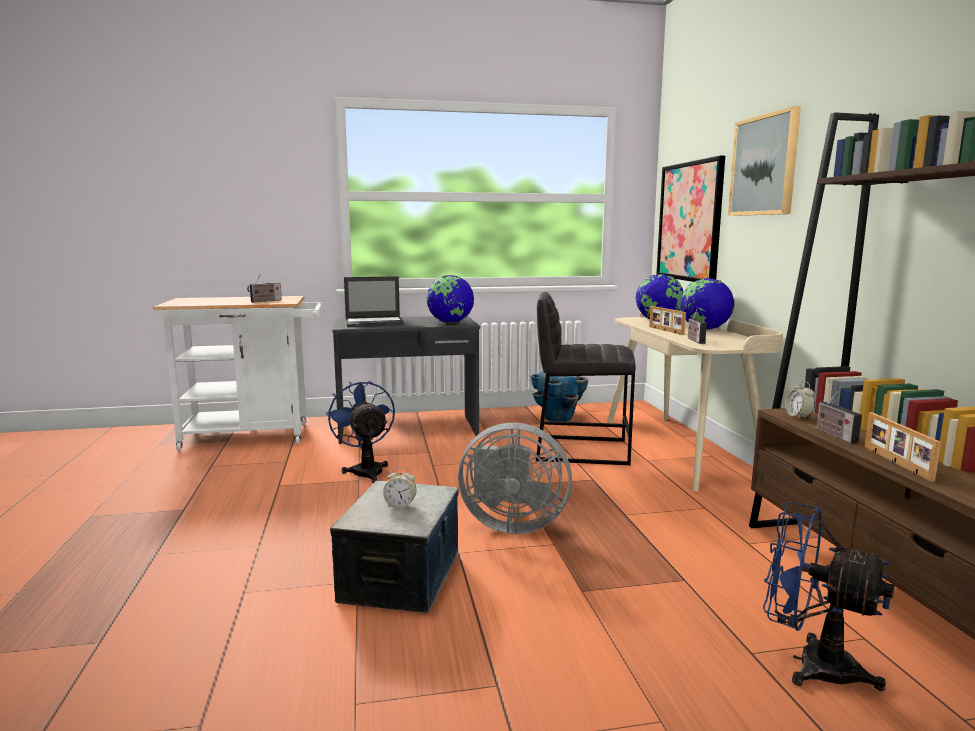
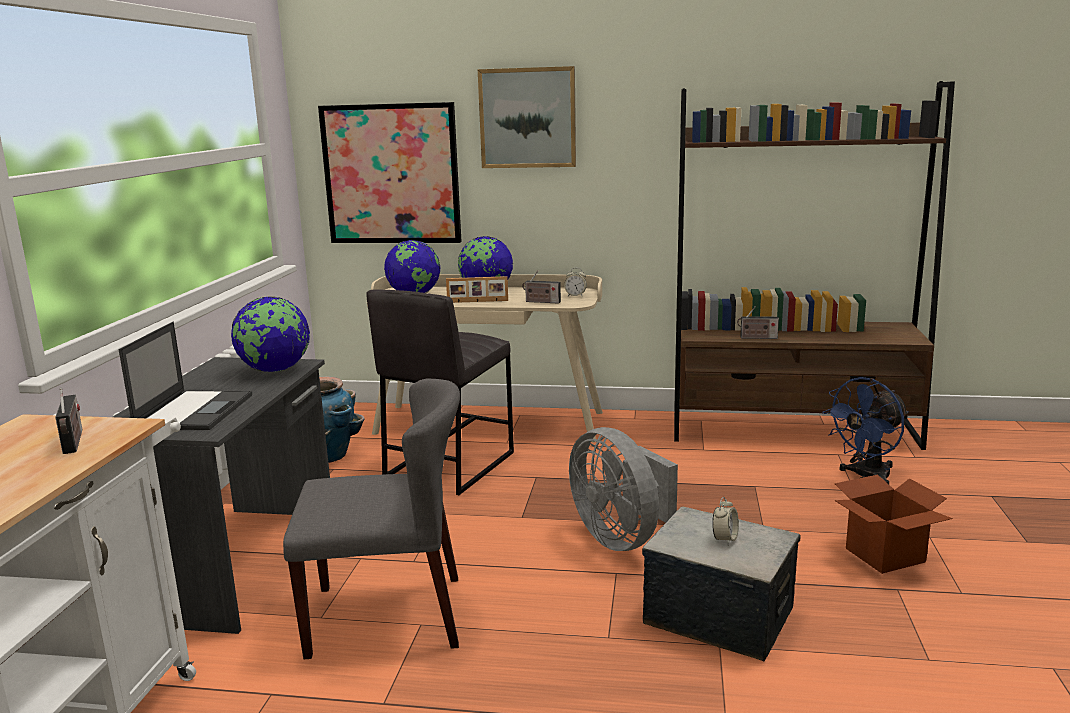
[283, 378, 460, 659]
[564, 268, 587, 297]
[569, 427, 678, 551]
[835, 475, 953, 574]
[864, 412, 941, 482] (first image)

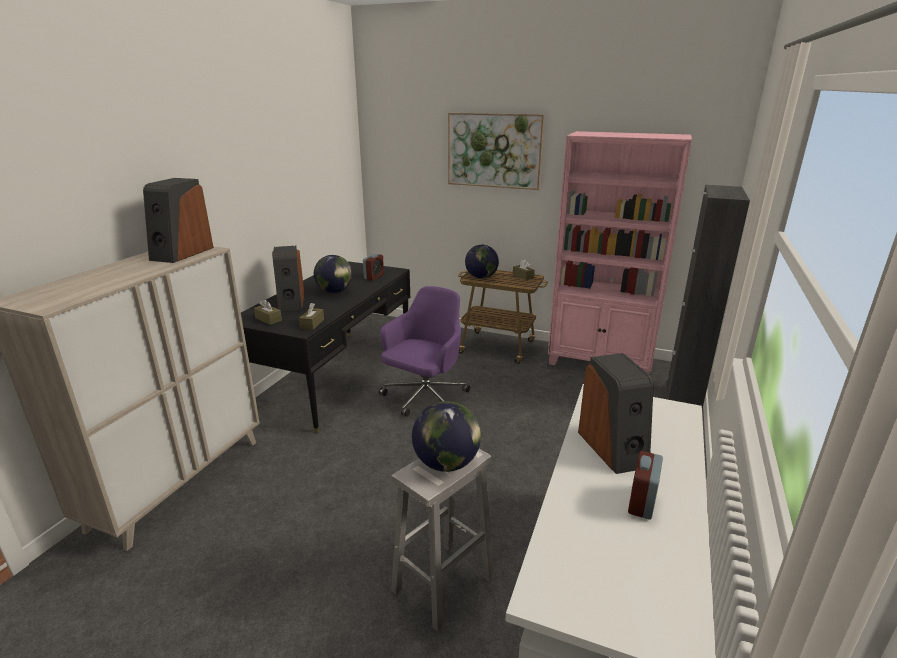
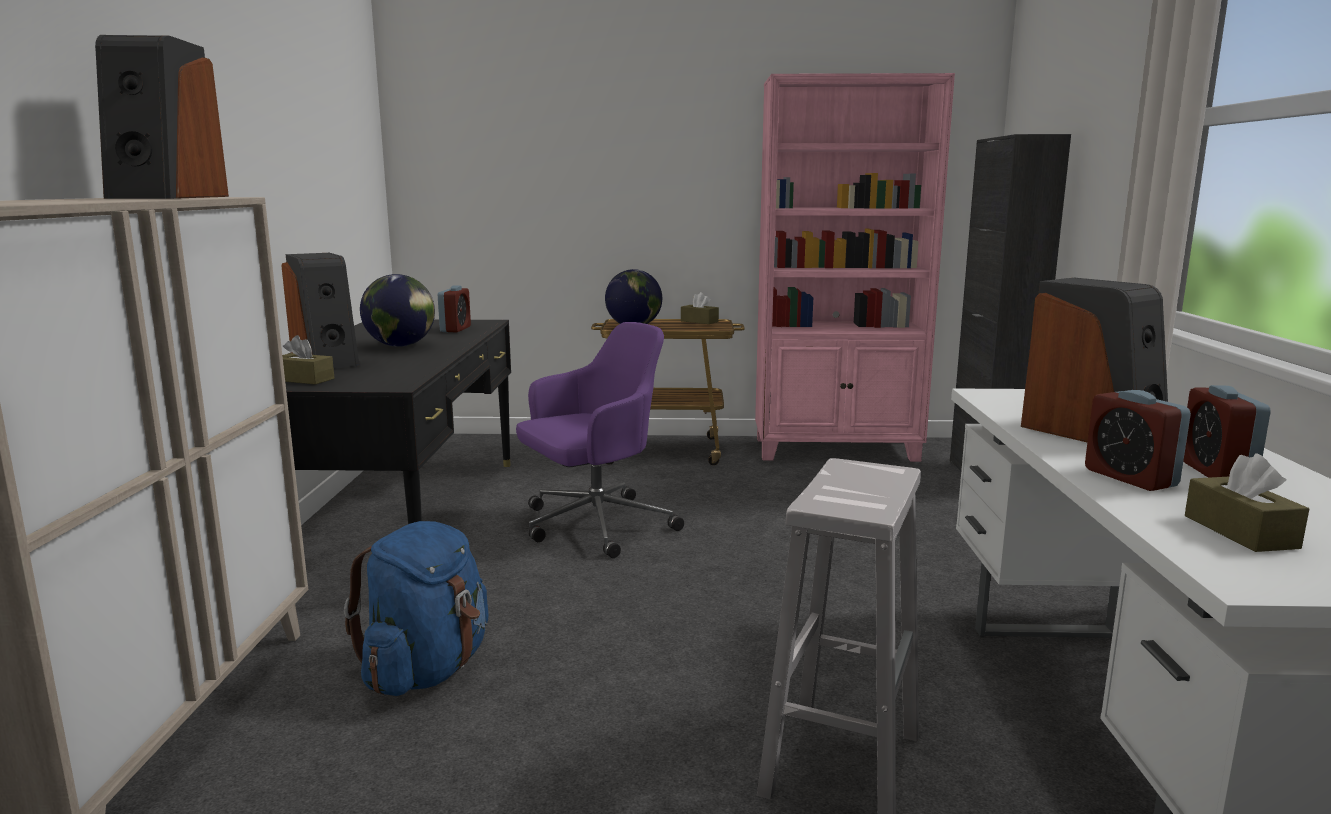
[344, 521, 489, 696]
[516, 322, 684, 558]
[1085, 390, 1191, 491]
[1185, 453, 1309, 552]
[412, 401, 481, 472] (first image)
[448, 113, 545, 190] (first image)

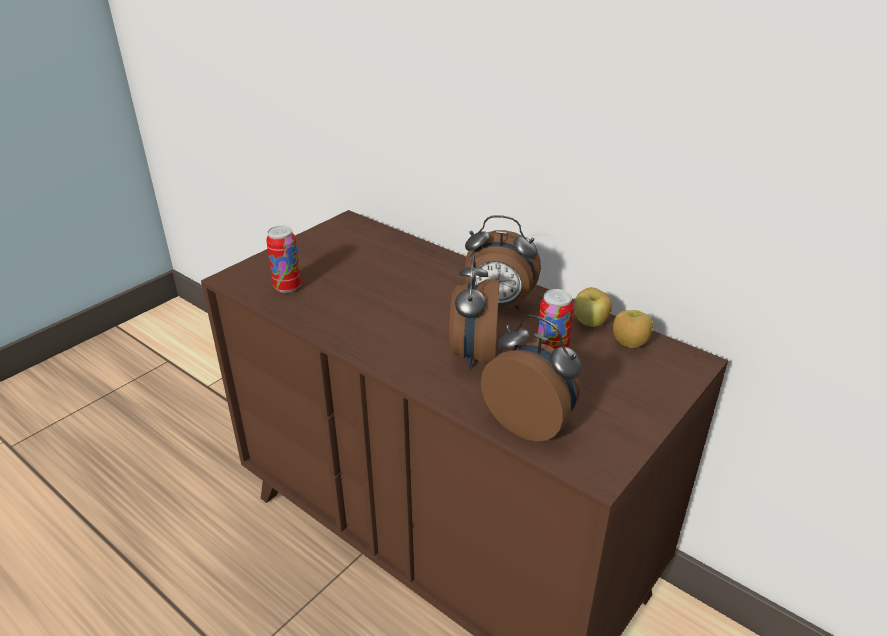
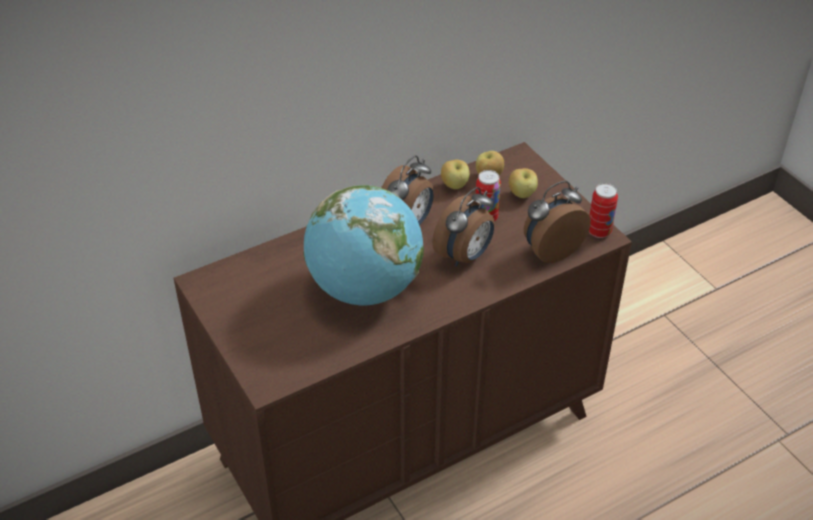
[303, 185, 424, 305]
[432, 187, 494, 267]
[509, 168, 538, 198]
[589, 183, 618, 238]

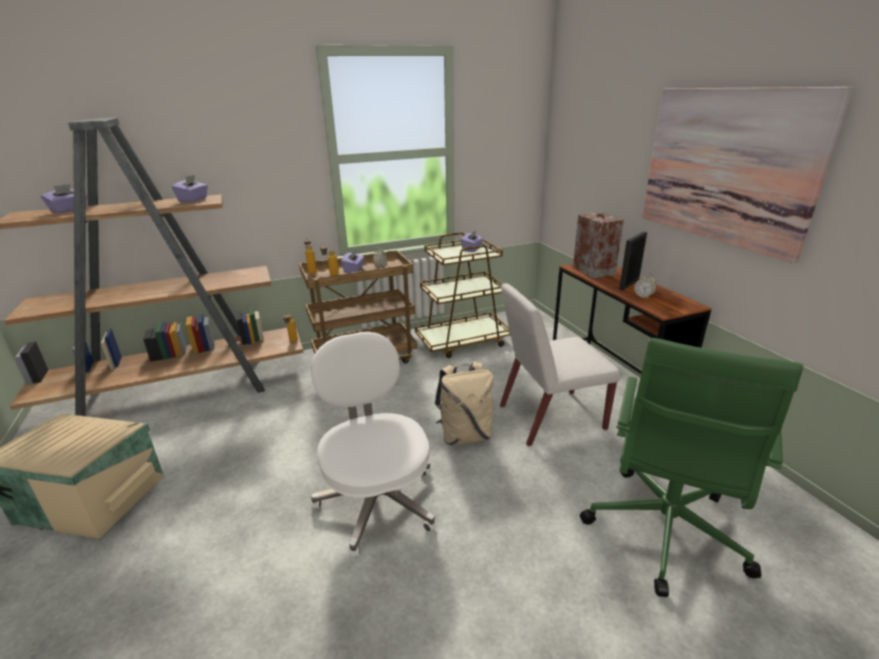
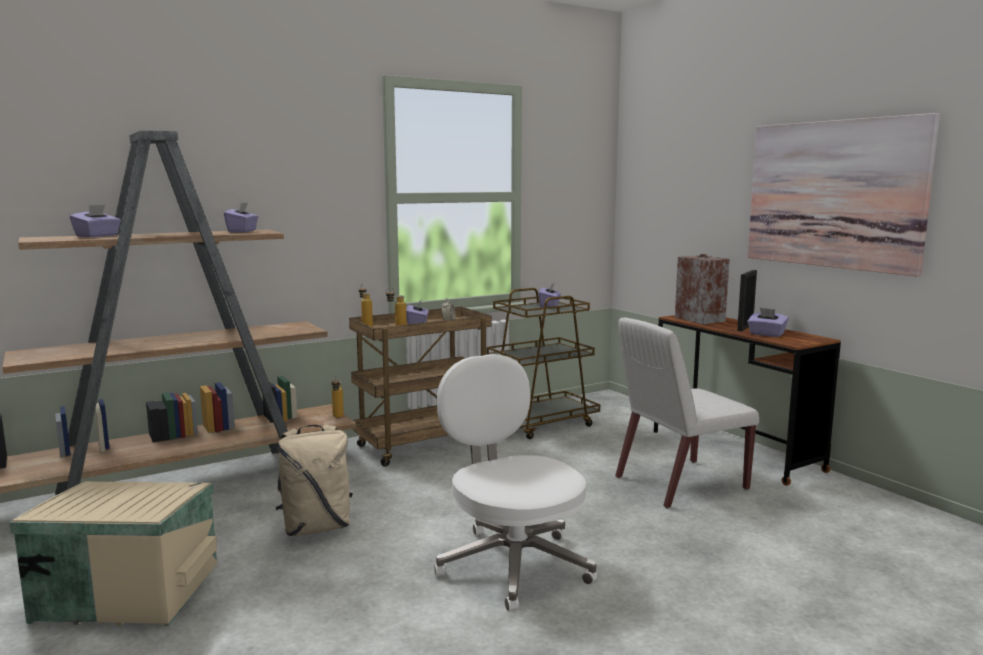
[276, 424, 353, 536]
[747, 308, 789, 337]
[580, 338, 803, 597] (first image)

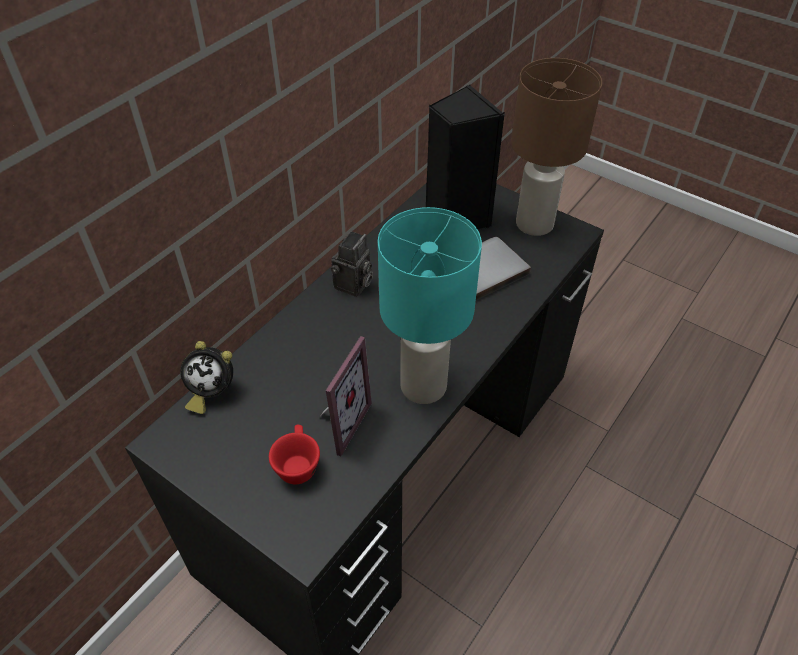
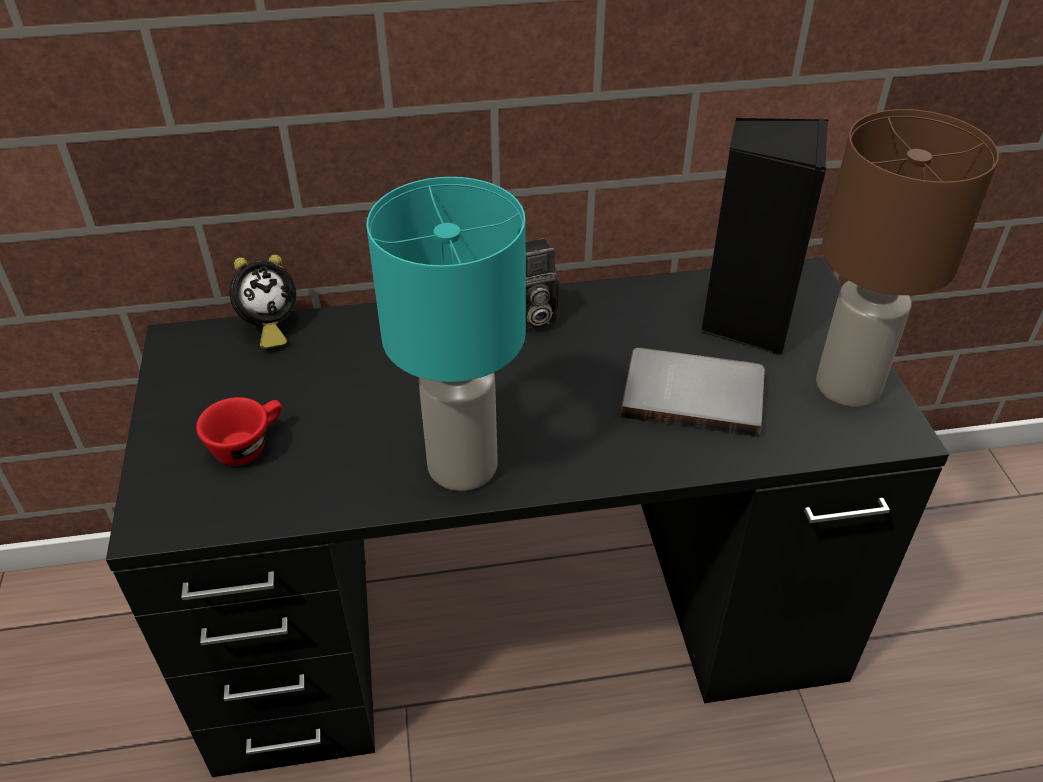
[230, 255, 296, 349]
[321, 336, 372, 456] (first image)

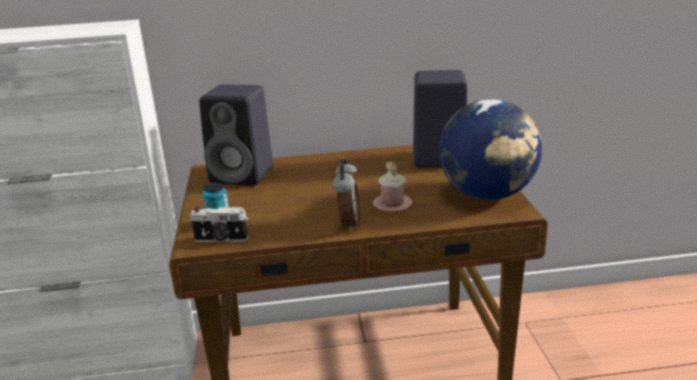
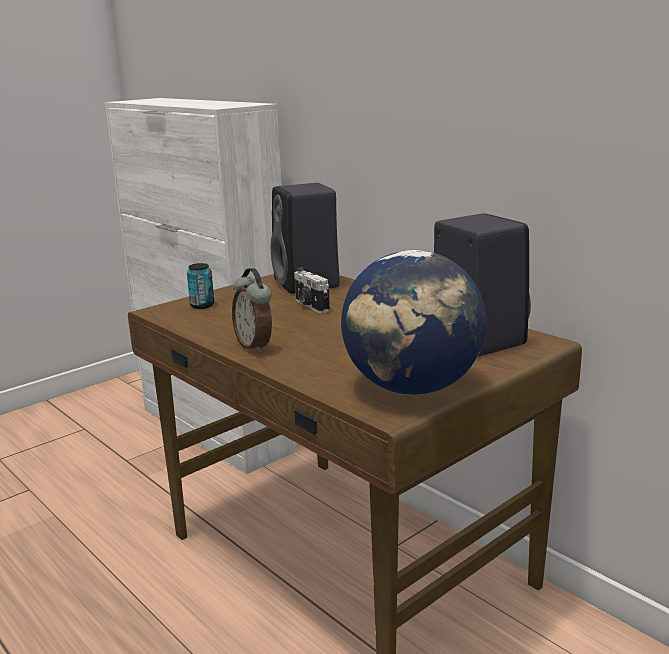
[232, 268, 272, 353]
[294, 268, 330, 314]
[373, 162, 412, 212] (first image)

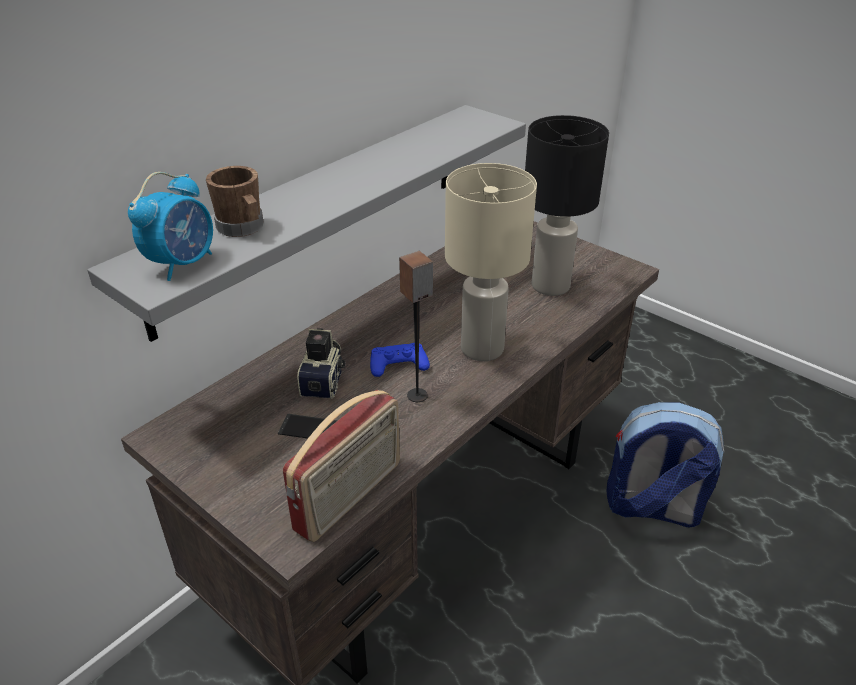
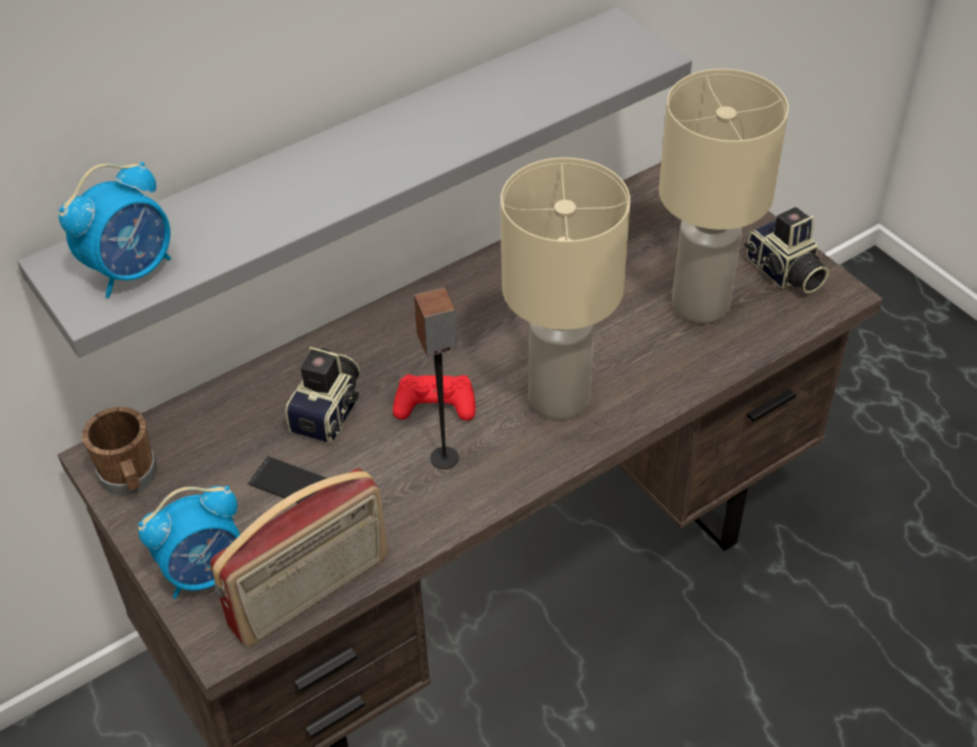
[82, 407, 158, 496]
[138, 486, 240, 599]
[393, 375, 476, 421]
[659, 69, 789, 323]
[744, 207, 829, 293]
[607, 402, 724, 527] (first image)

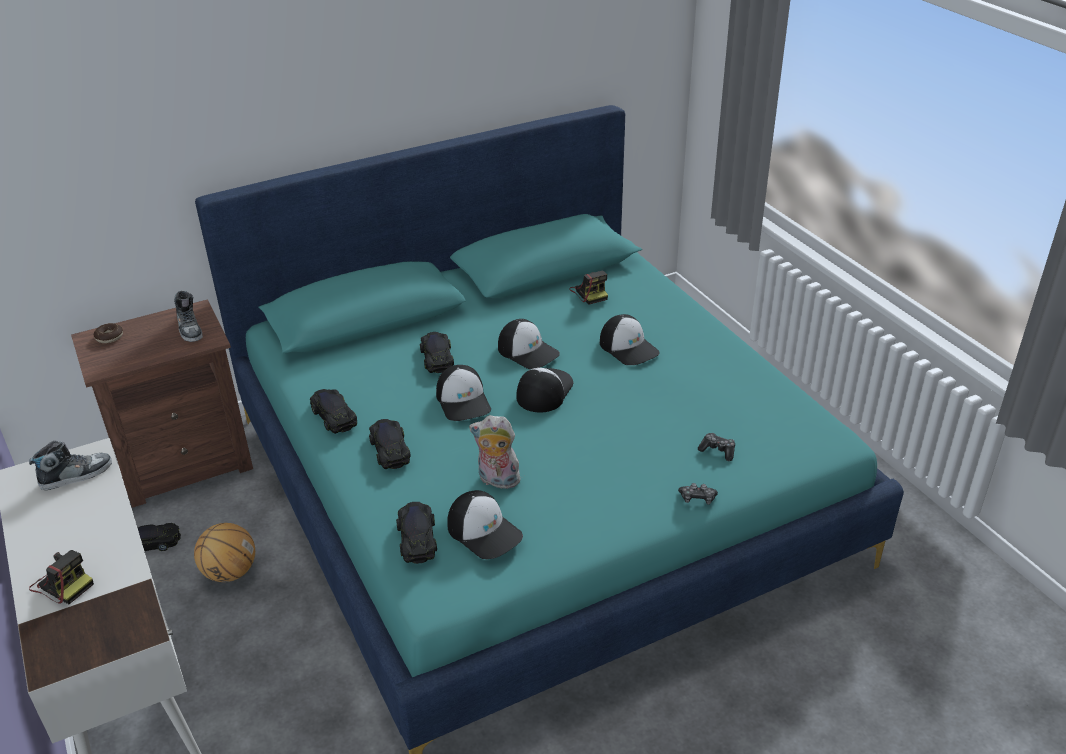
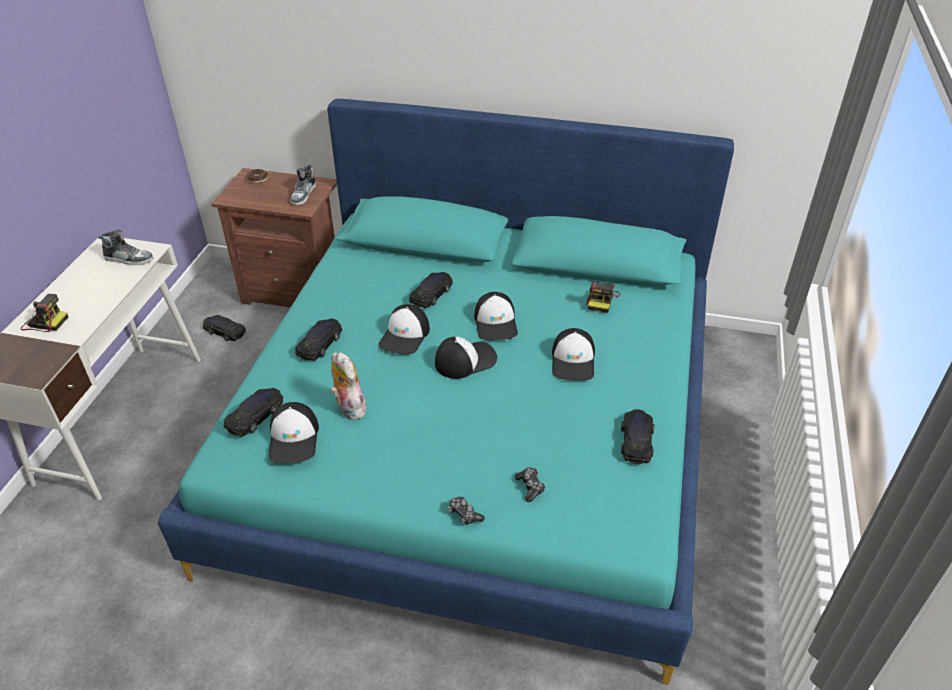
[21, 294, 68, 332]
[621, 409, 655, 464]
[194, 523, 255, 582] (first image)

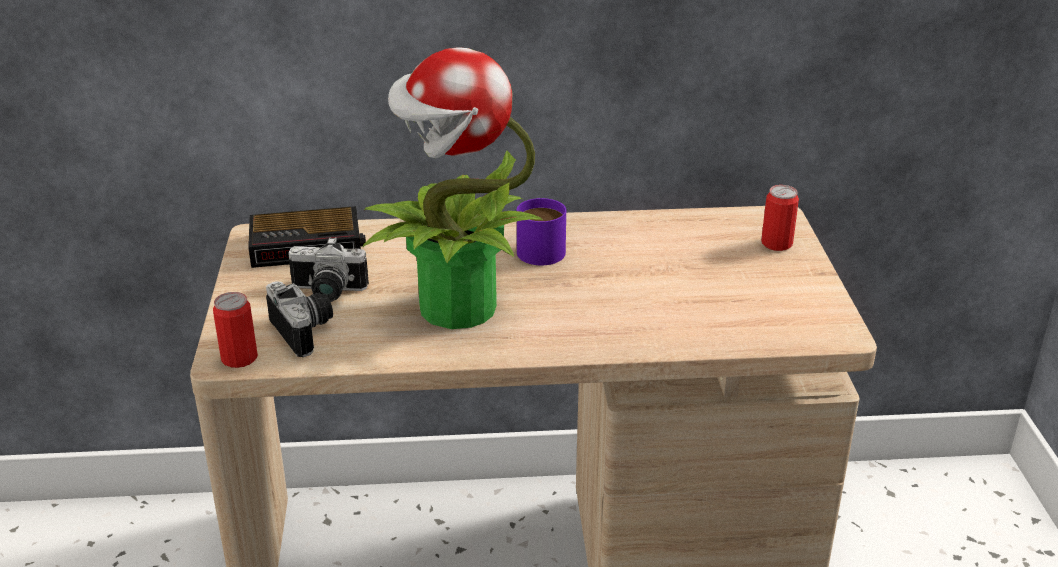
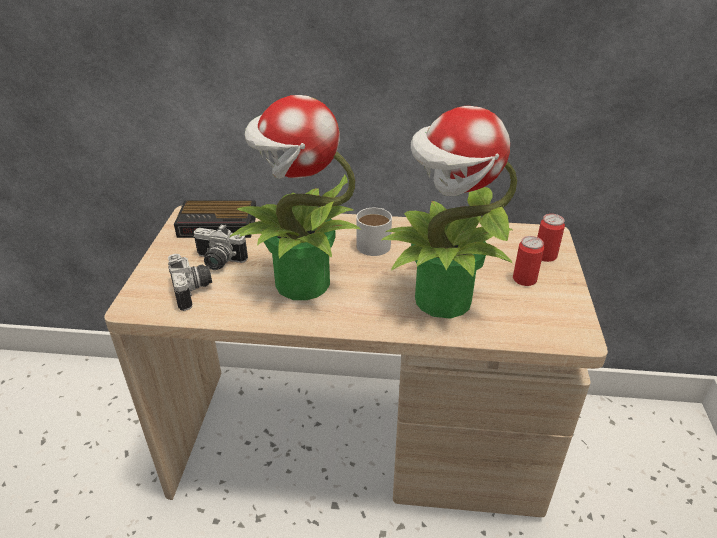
[356, 208, 392, 256]
[381, 106, 517, 319]
[513, 236, 544, 286]

